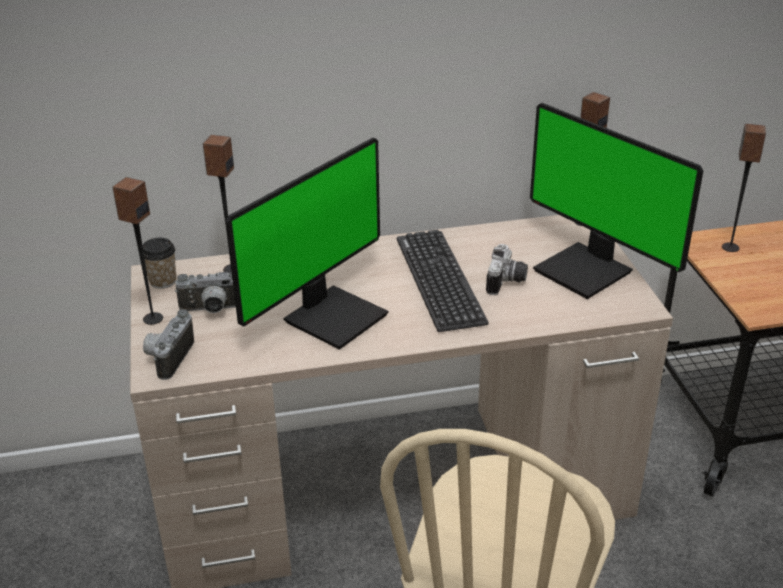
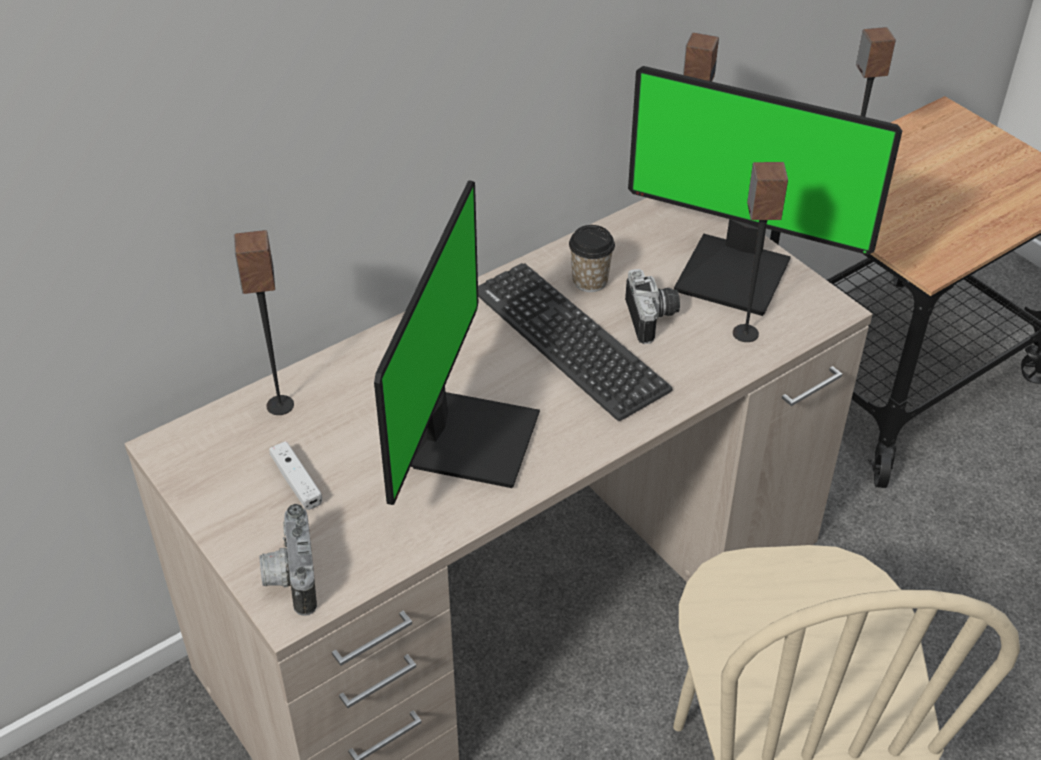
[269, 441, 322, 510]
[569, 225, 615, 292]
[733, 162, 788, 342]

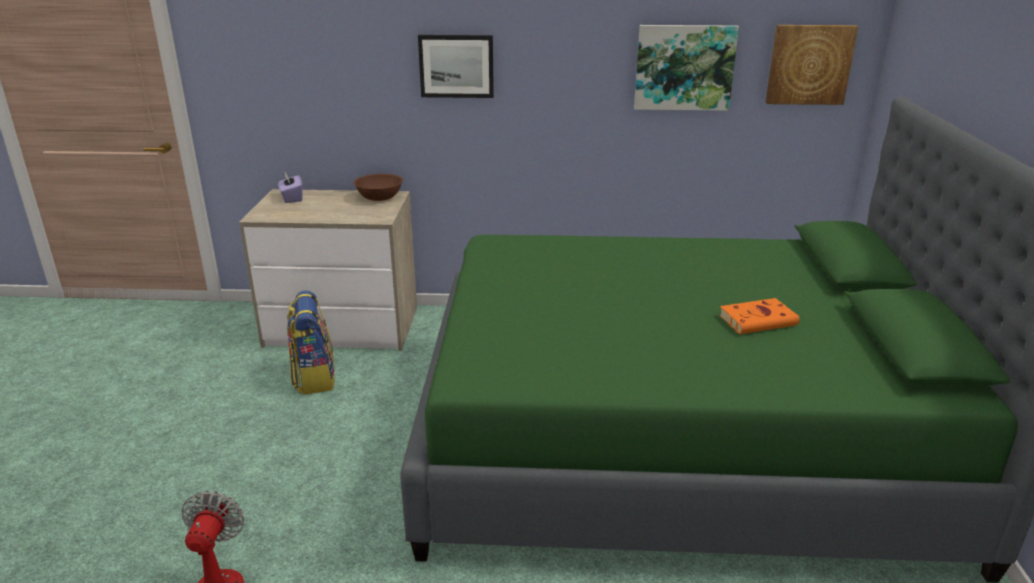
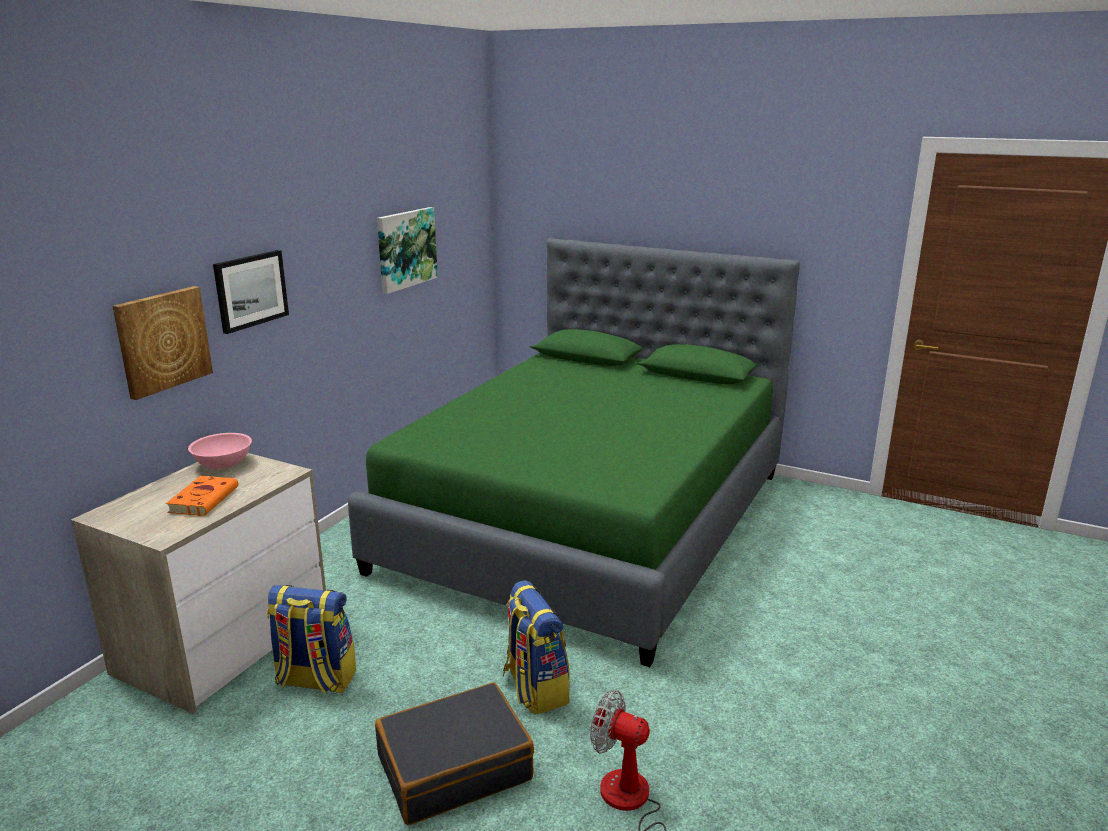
[113, 286, 213, 400]
[166, 476, 238, 516]
[188, 433, 252, 469]
[375, 682, 534, 825]
[503, 580, 570, 714]
[278, 172, 303, 203] (first image)

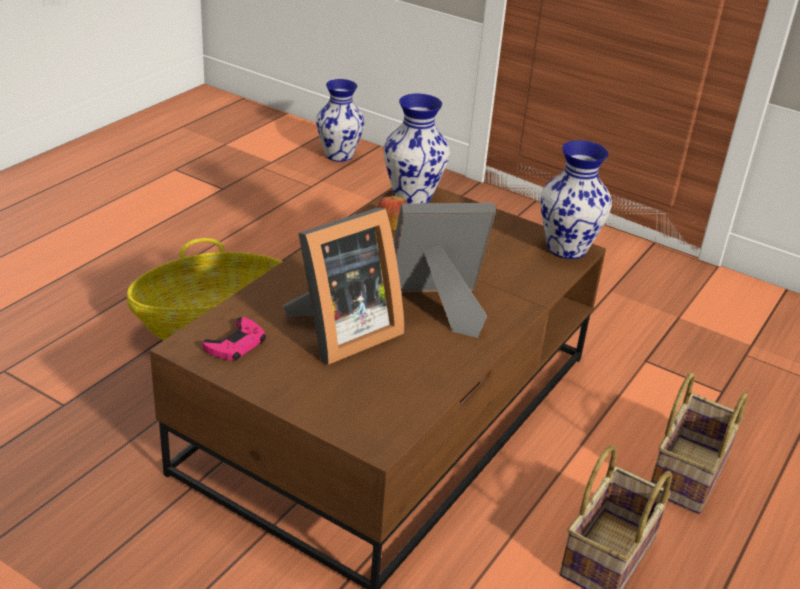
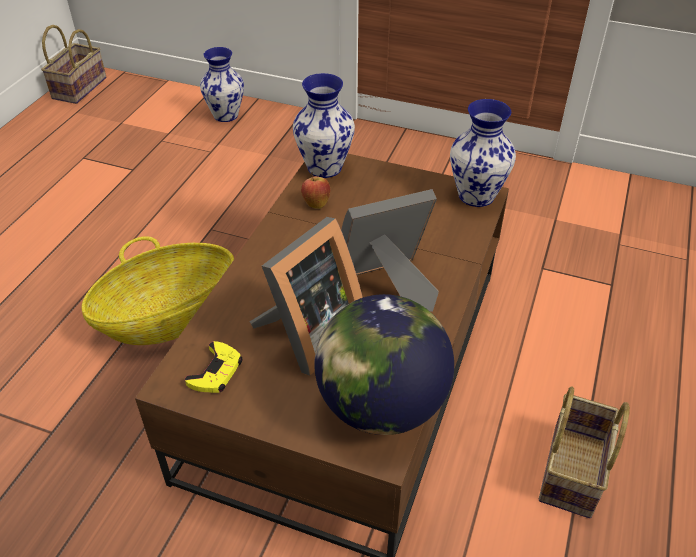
[41, 25, 106, 104]
[185, 341, 242, 393]
[314, 294, 454, 435]

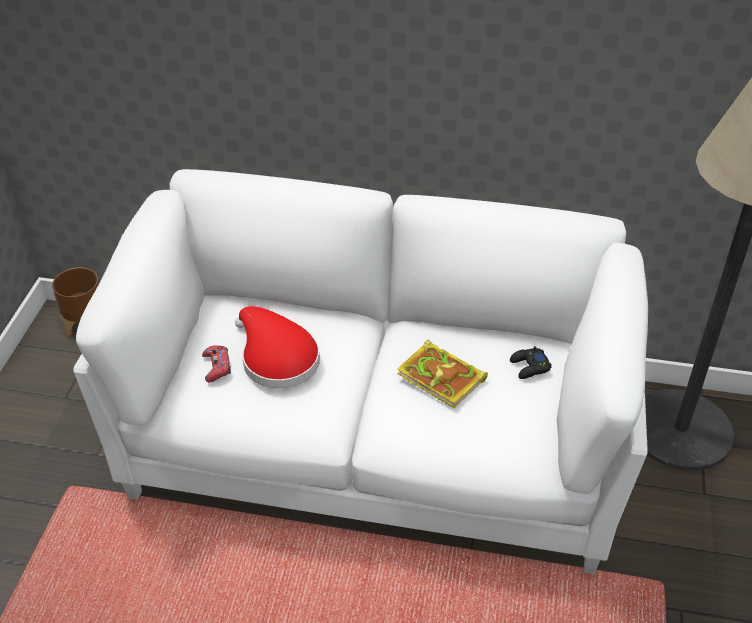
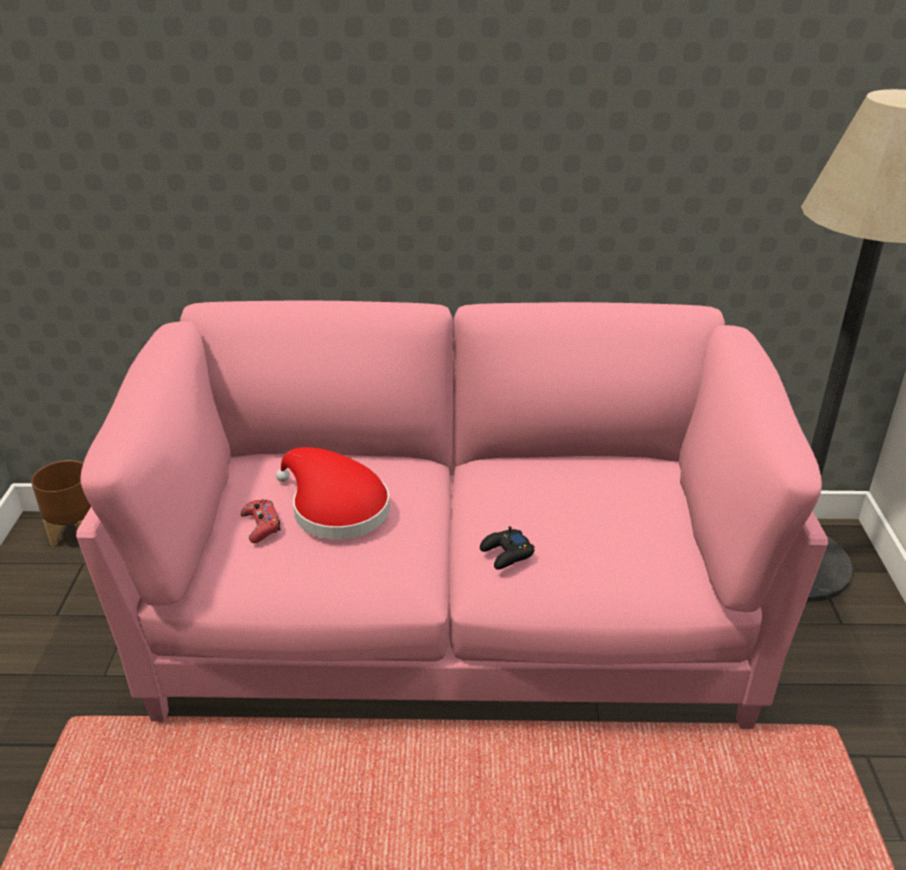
[76, 301, 828, 729]
[480, 526, 535, 570]
[397, 340, 488, 408] (first image)

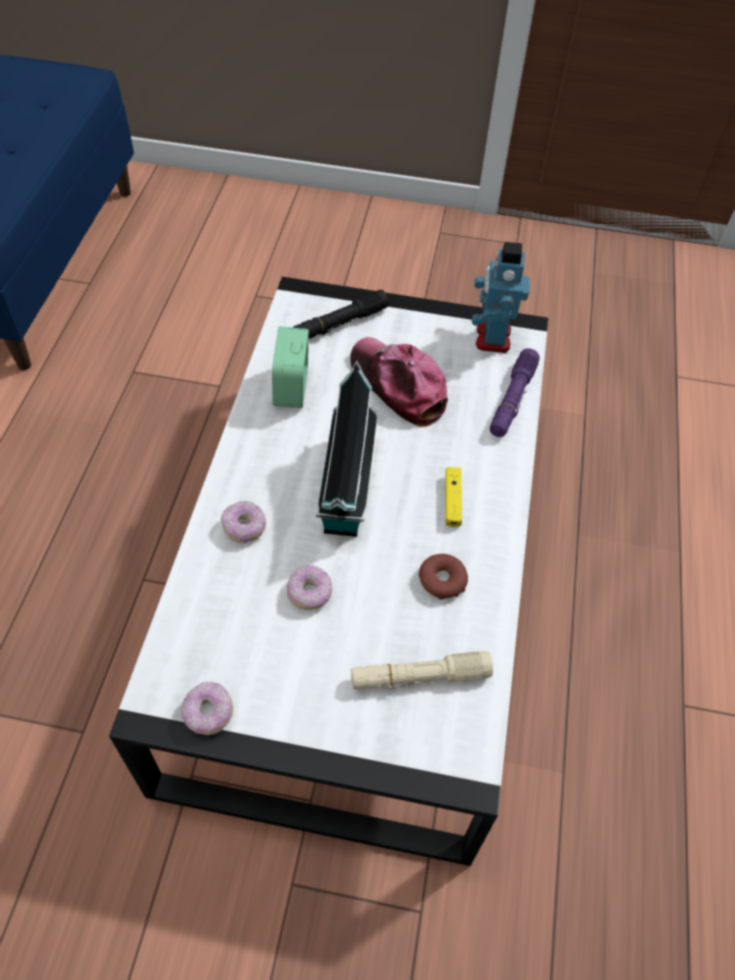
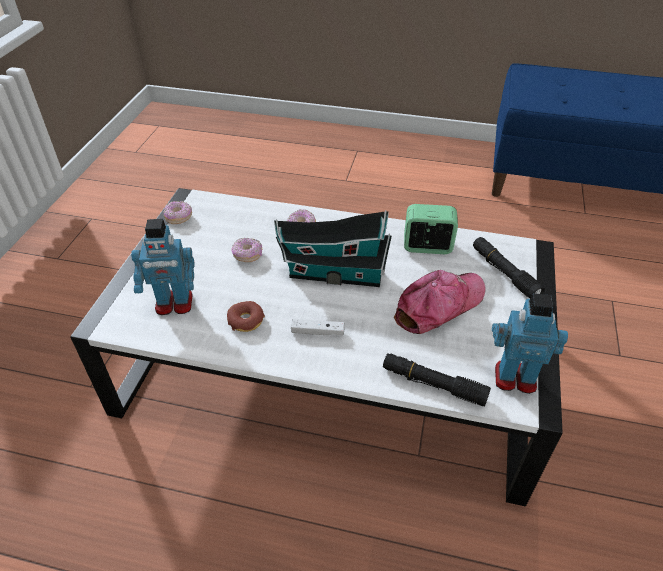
[131, 219, 195, 315]
[291, 319, 345, 335]
[383, 353, 491, 406]

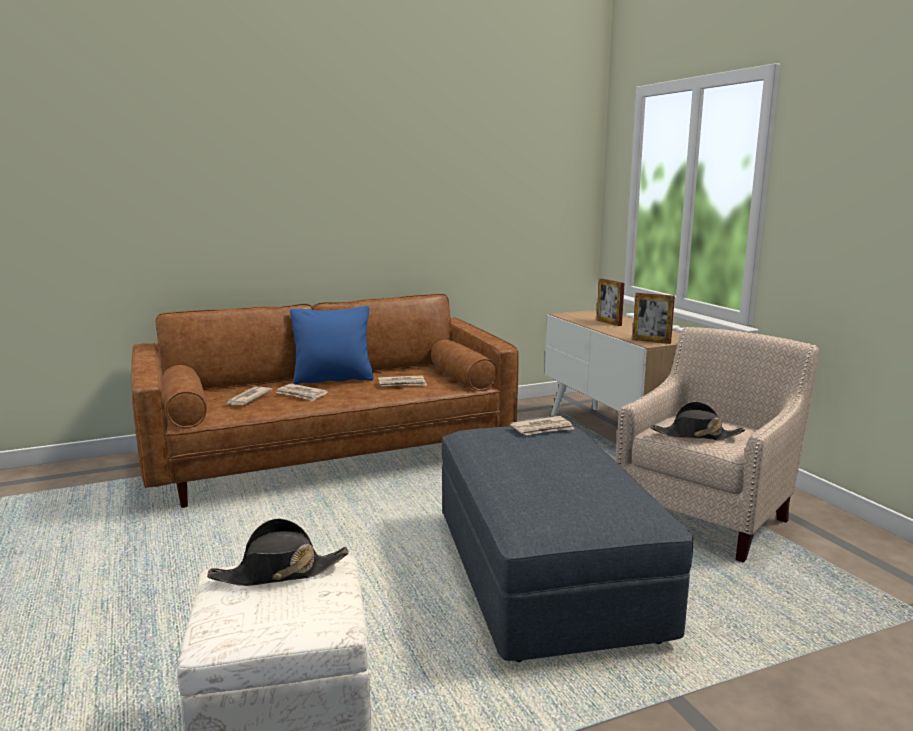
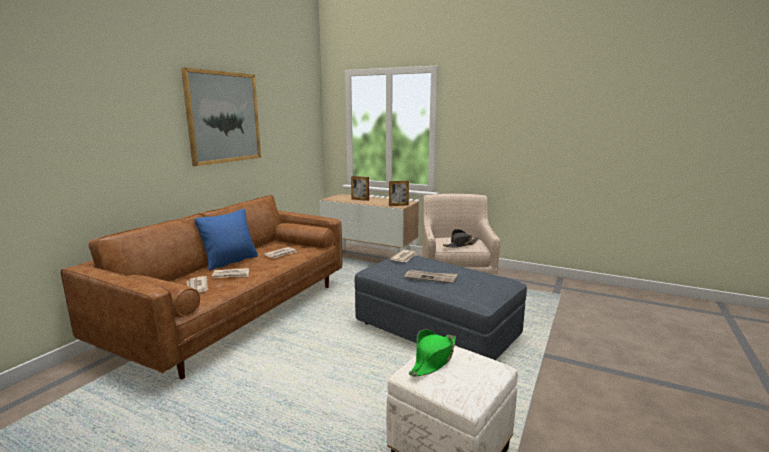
[181, 67, 261, 166]
[404, 270, 458, 283]
[409, 330, 456, 377]

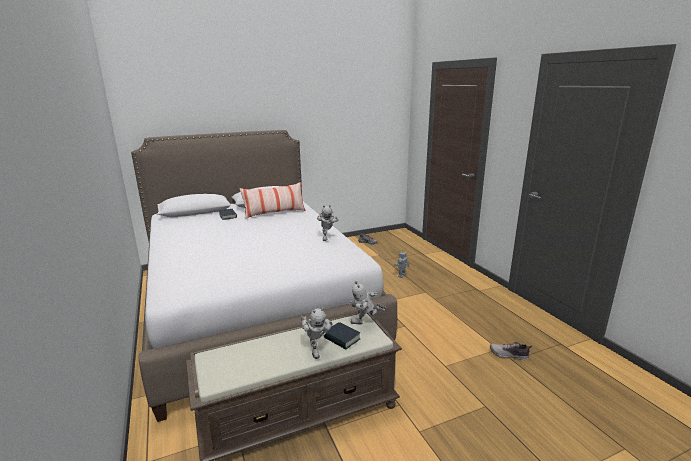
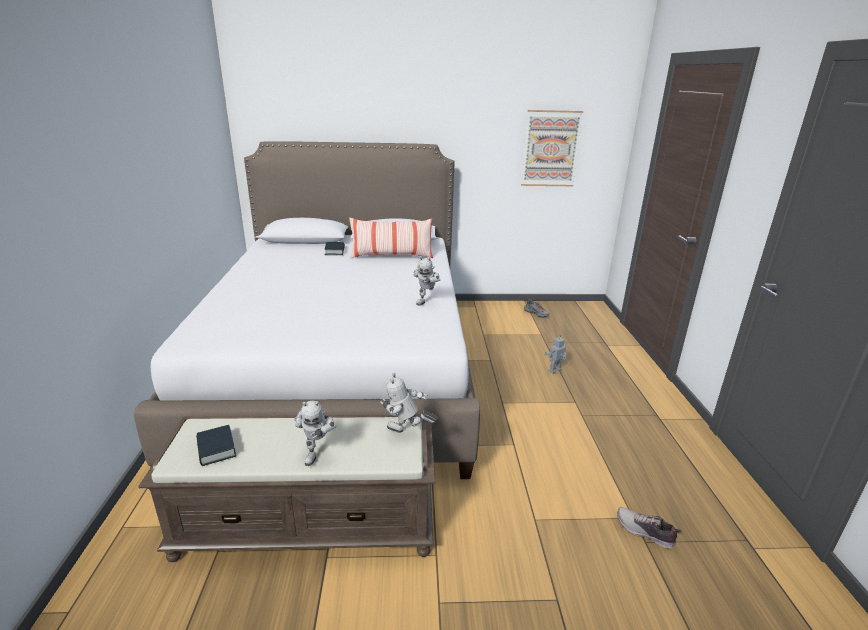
[196, 425, 236, 466]
[521, 110, 583, 186]

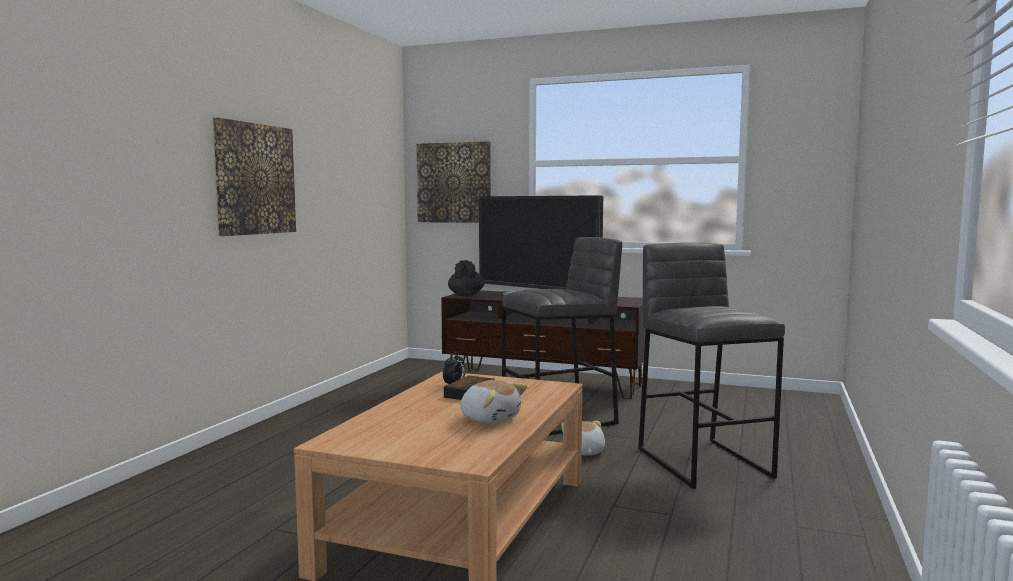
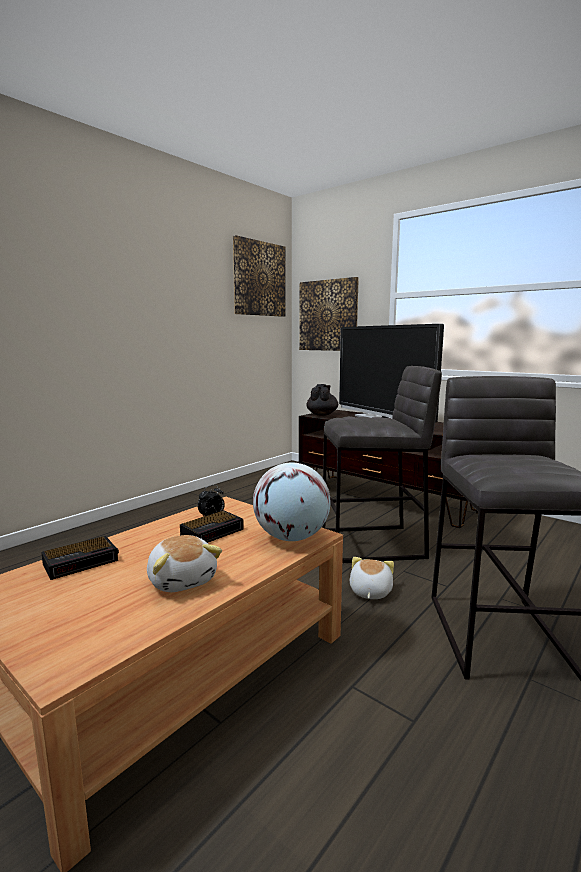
[41, 536, 119, 580]
[233, 235, 286, 317]
[253, 462, 330, 541]

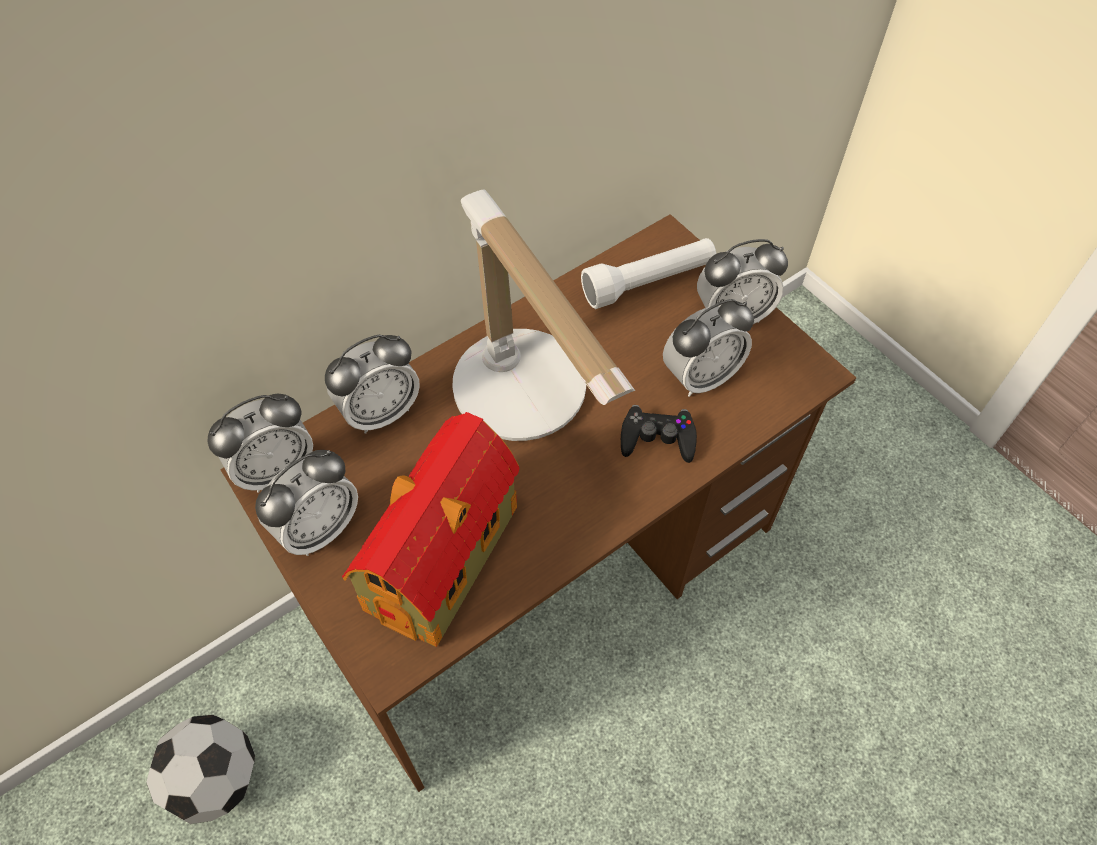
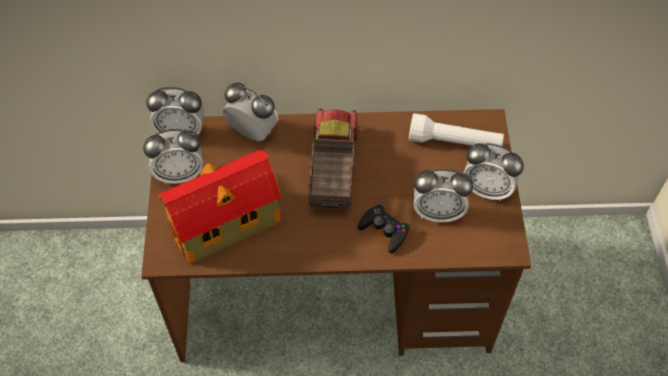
[223, 83, 278, 141]
[308, 109, 358, 209]
[146, 715, 255, 824] (first image)

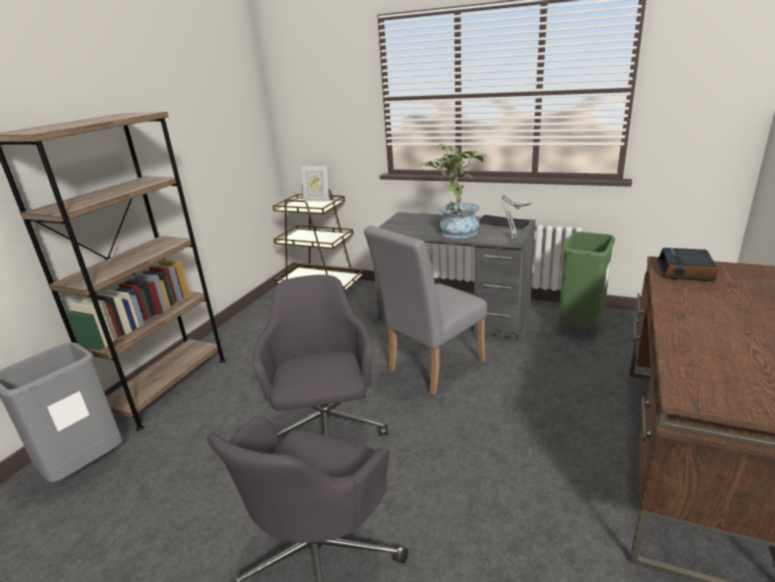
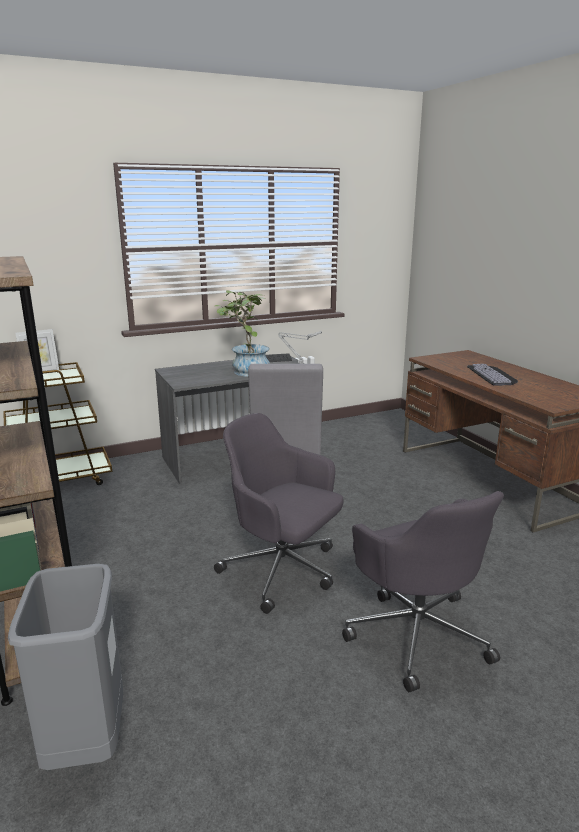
[467, 364, 518, 386]
[558, 232, 615, 328] (first image)
[658, 248, 718, 281] (first image)

